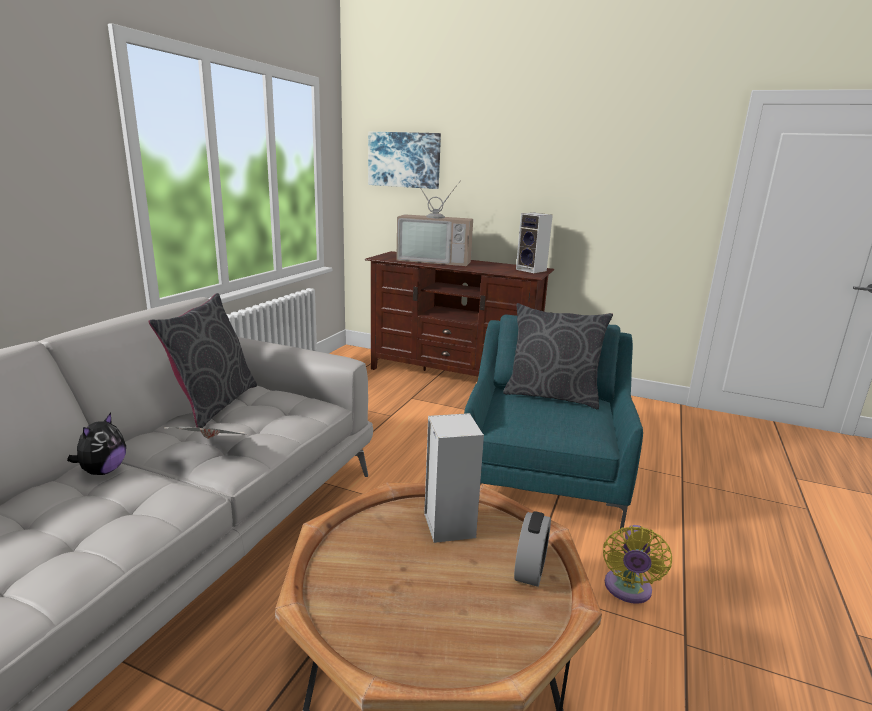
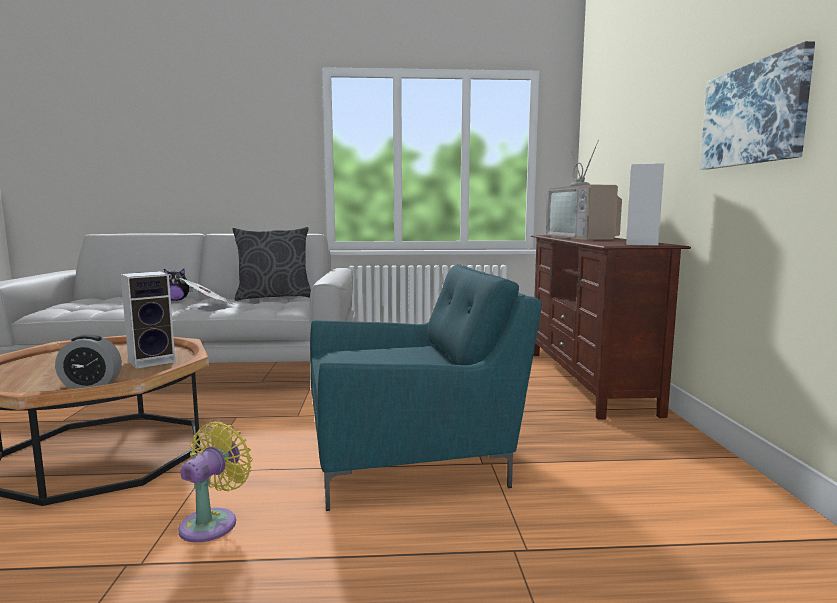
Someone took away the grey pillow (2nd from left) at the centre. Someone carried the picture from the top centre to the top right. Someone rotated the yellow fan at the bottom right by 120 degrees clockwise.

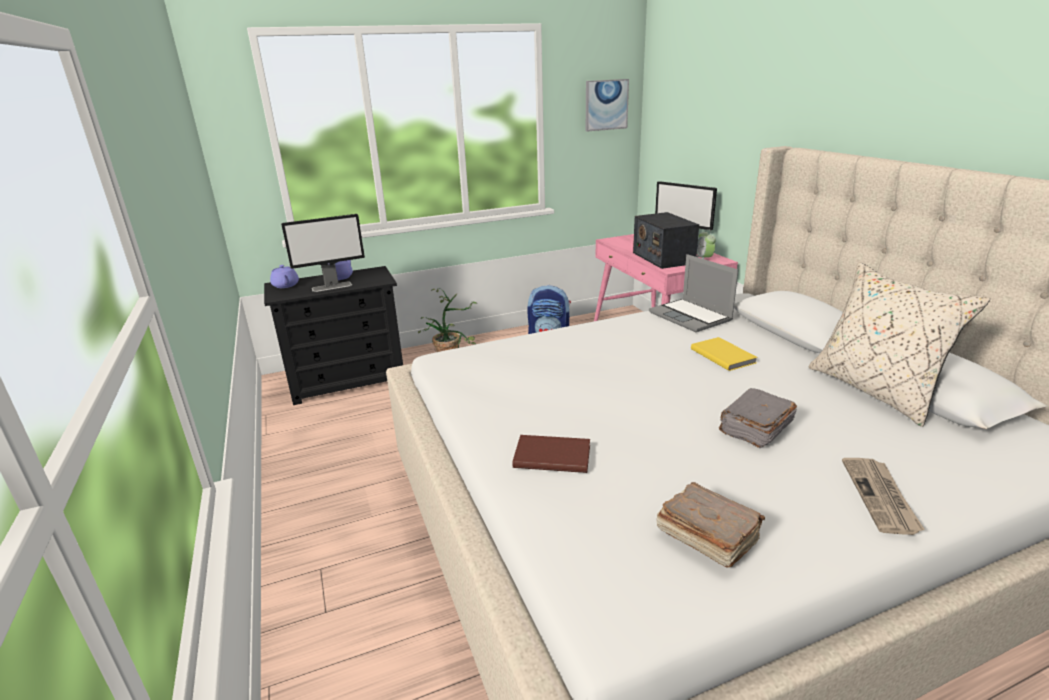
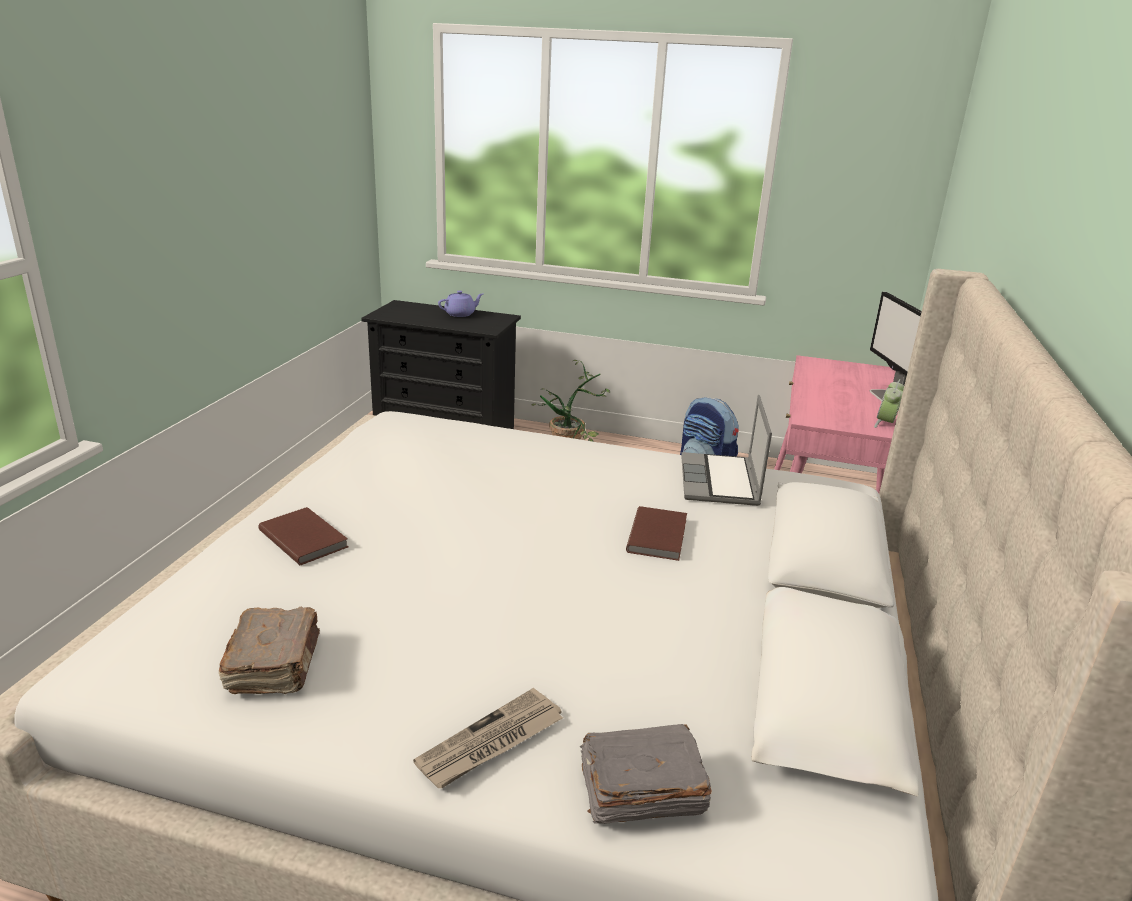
Someone took away the purple teapot (1st from left) at the middle left. Someone took away the monitor (1st from left) at the middle left. Someone took away the picture at the top centre. Someone took away the radio at the centre. Someone took away the beige pillow at the middle right. Someone carried the grey book from the middle right to the bottom centre. Someone repainted the yellow book at the middle right, which became the brown book (3rd from left) at the centre.

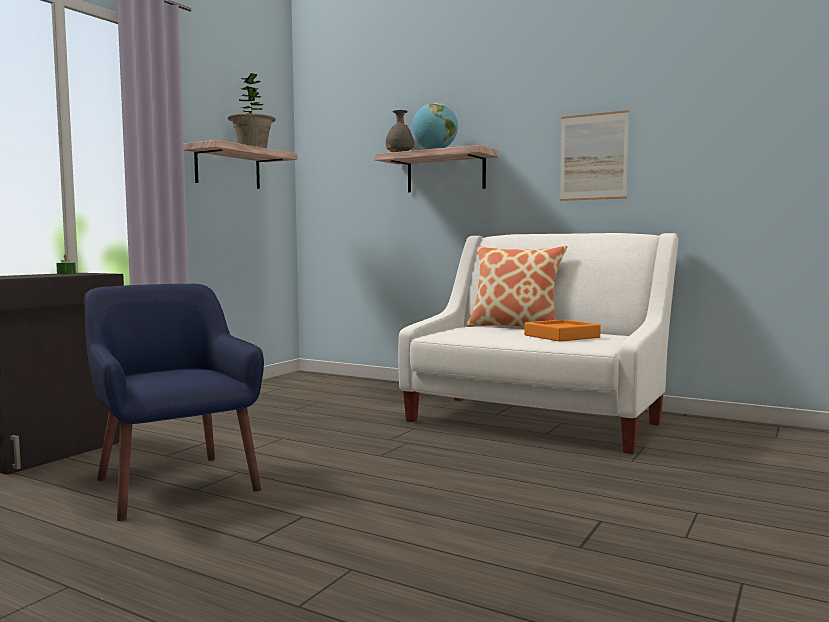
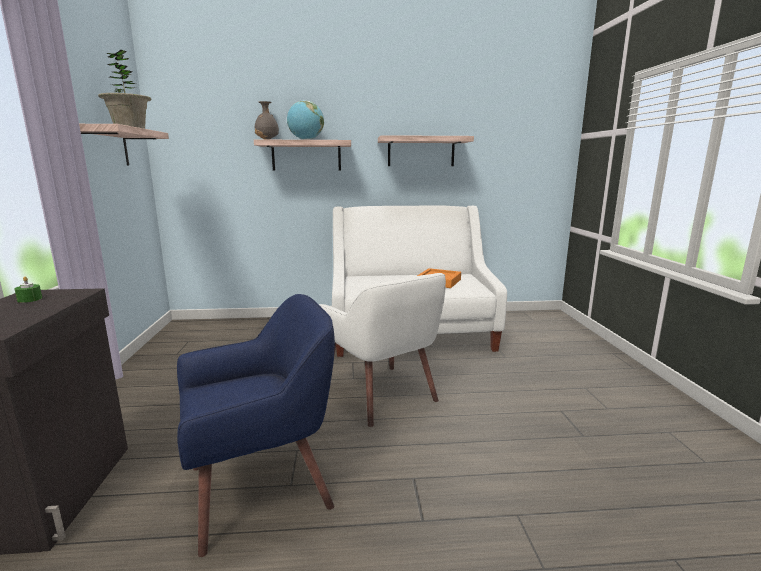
Someone took away the pillow at the centre. Someone put down the white armchair at the centre. Someone swapped the picture at the top right for the shelf (3rd from left) at the top centre. Someone rotated the blue armchair at the middle left by 135 degrees clockwise.

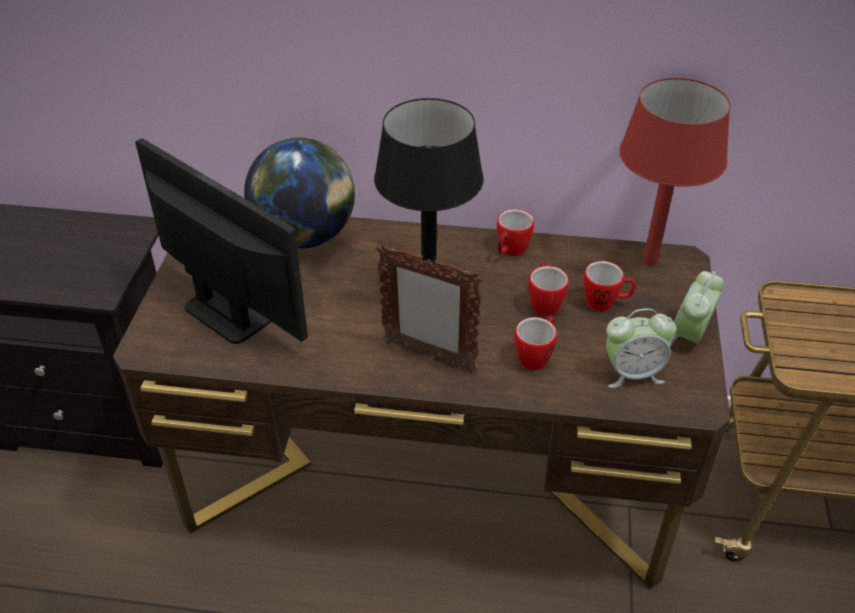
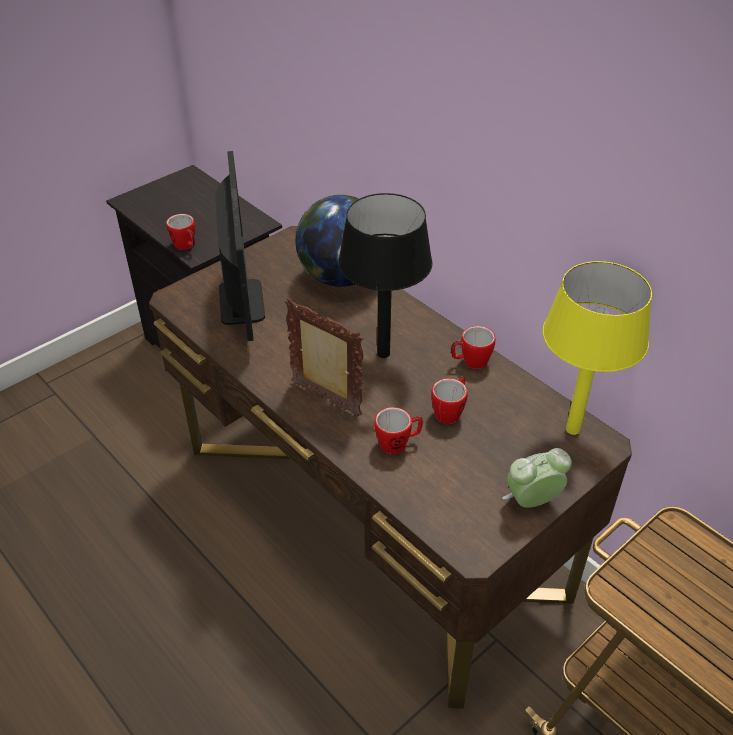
Someone took away the alarm clock (1st from left) at the middle right. Someone carried the mug (4th from left in the first image) from the middle right to the top left. Someone repainted the red table lamp at the top right, which became the yellow table lamp at the middle right. Someone rotated the picture frame at the centre by 150 degrees clockwise.

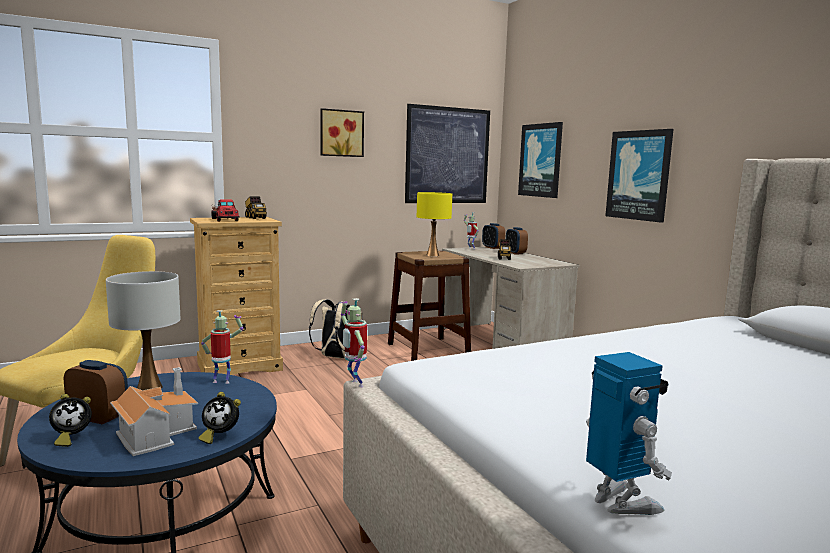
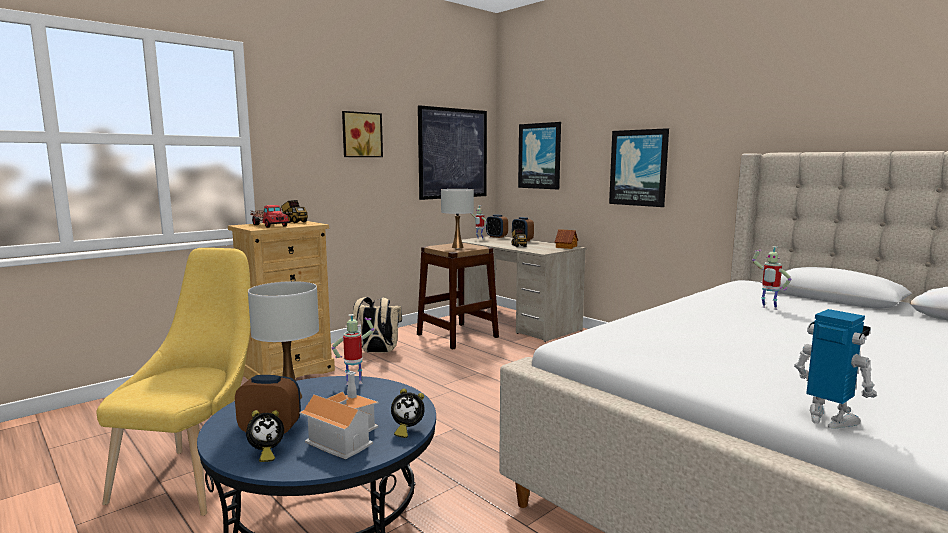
Someone put down the toy house (2nd from left) at the centre. Someone carried the toy robot (2nd from left in the first image) from the centre to the middle right. Someone repainted the yellow table lamp at the centre, which became the white table lamp (2nd from left) at the centre.

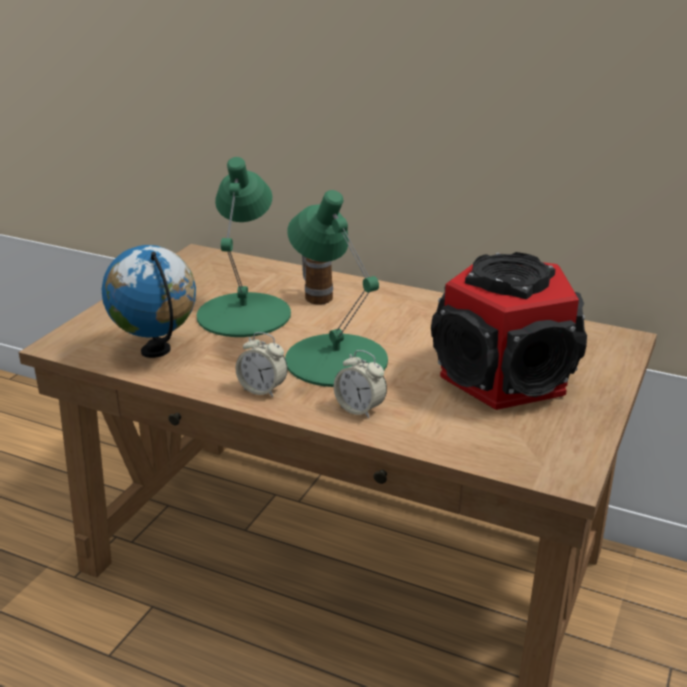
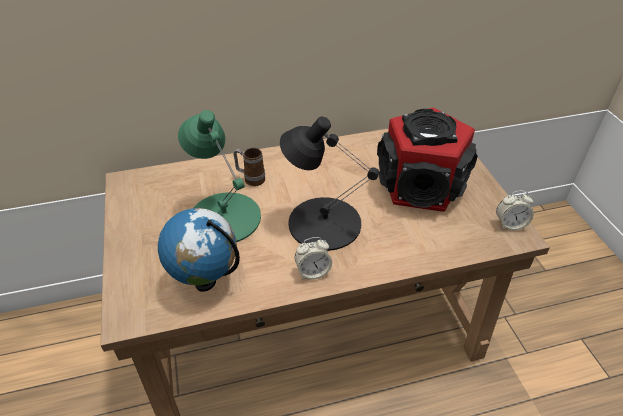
Someone carried the alarm clock (2nd from left) from the centre to the middle right. Someone repainted the green table lamp (2nd from left) at the centre, which became the black table lamp at the centre.

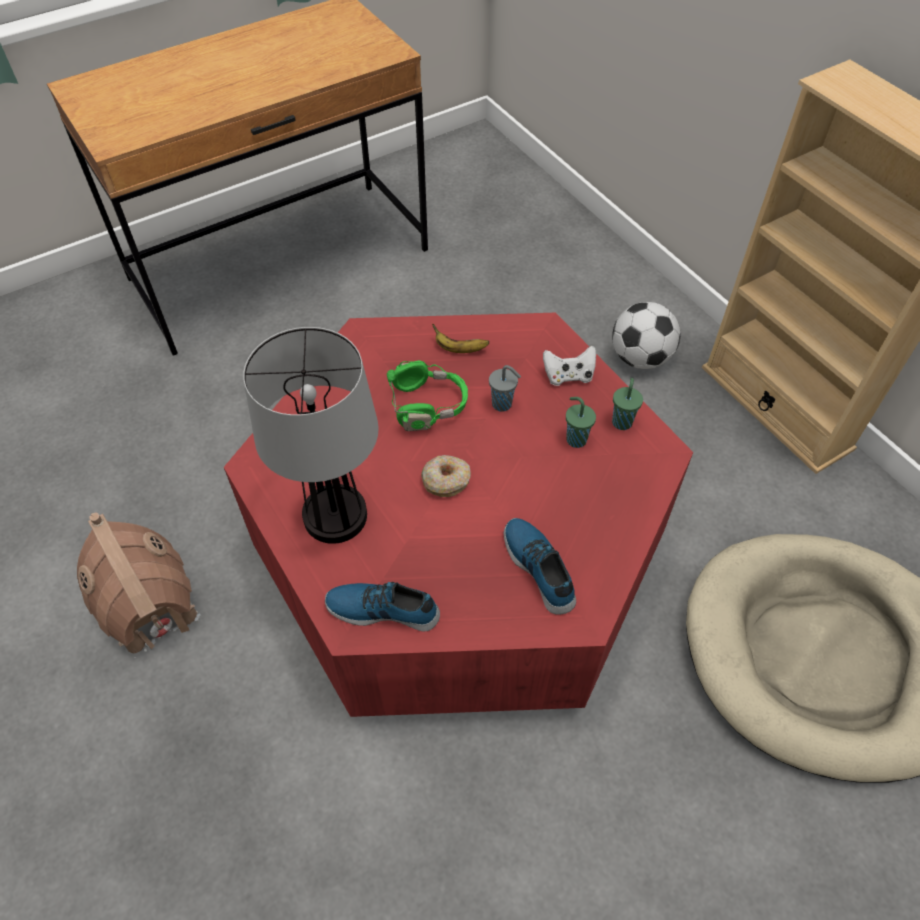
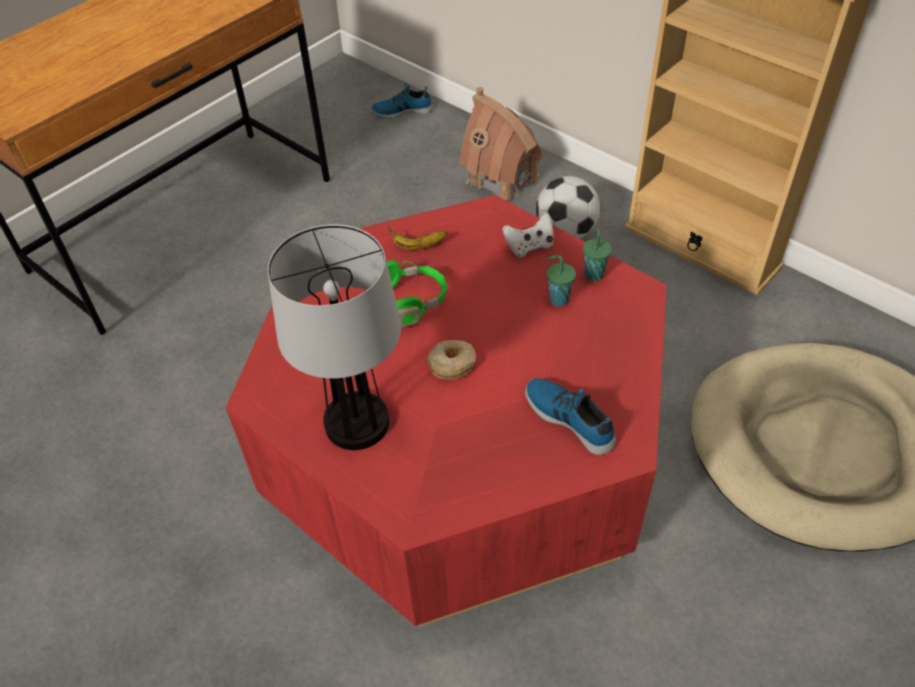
Someone took away the grey cup at the centre. Someone carried the toy house from the middle left to the top centre. Someone carried the shoe (1st from left) from the centre to the top centre.

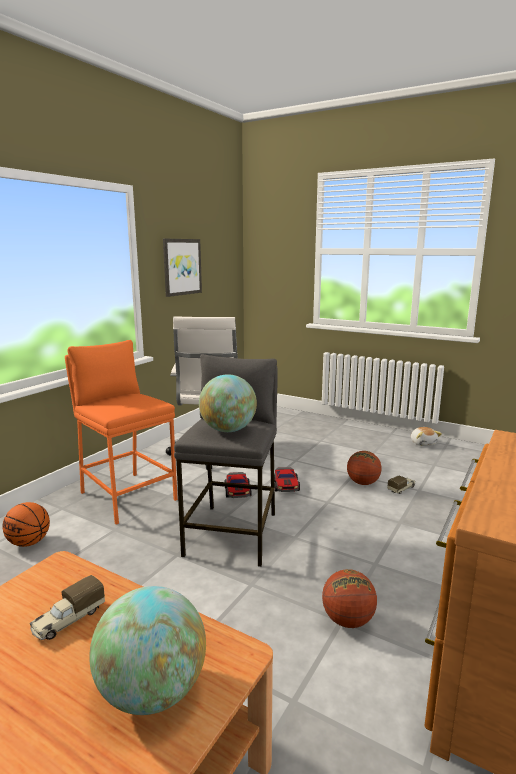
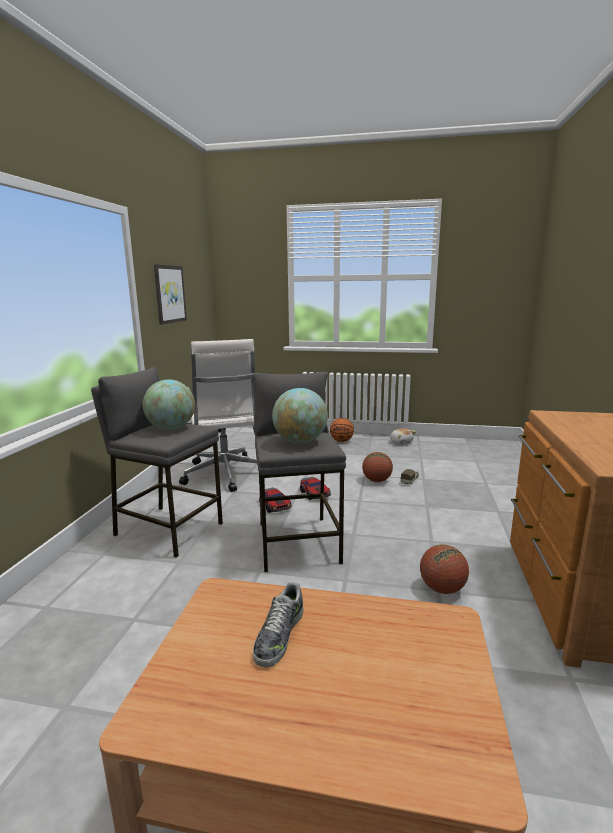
Someone carried the basketball (1st from left) from the bottom left to the centre. Someone carried the globe (1st from left) from the bottom left to the middle left. Someone swapped the toy truck (1st from left) at the bottom left for the shoe at the bottom centre. Someone repainted the orange stool at the middle left, which became the grey stool (1st from left) at the middle left.

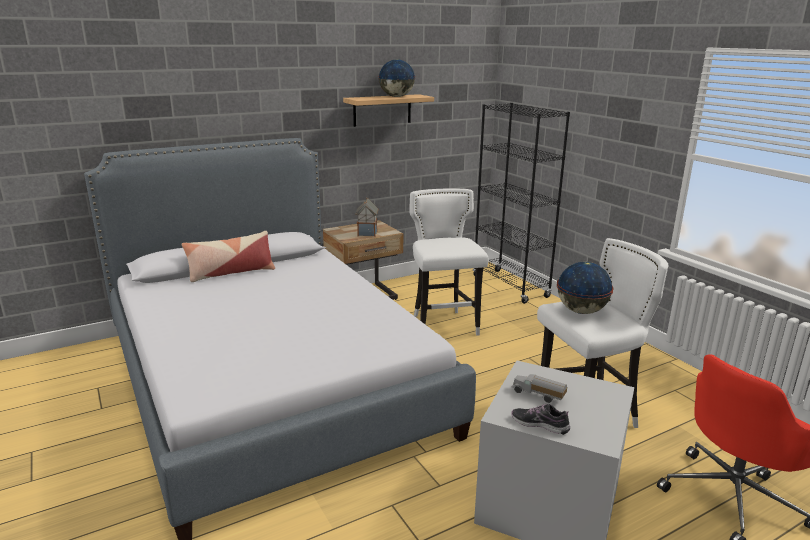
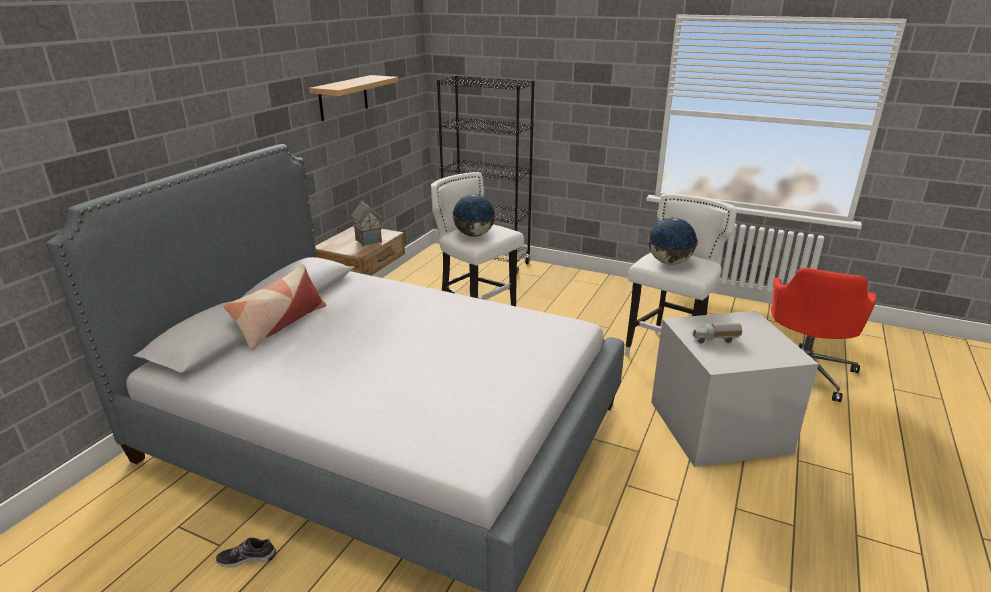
Someone carried the globe (1st from left) from the top centre to the centre. Someone carried the shoe from the bottom right to the bottom left.

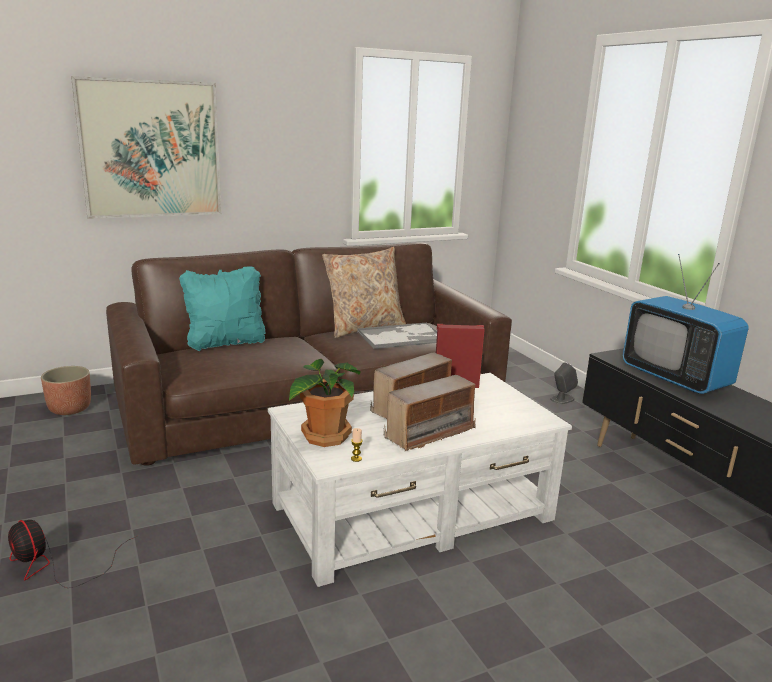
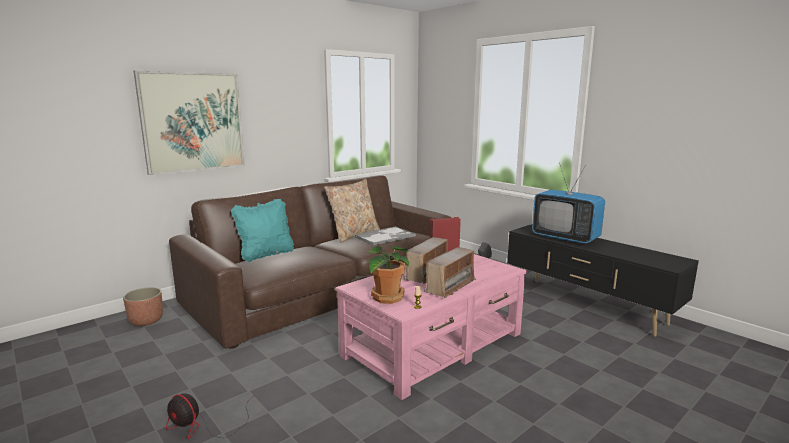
Someone repainted the white coffee table at the bottom centre, which became the pink coffee table at the bottom centre.

